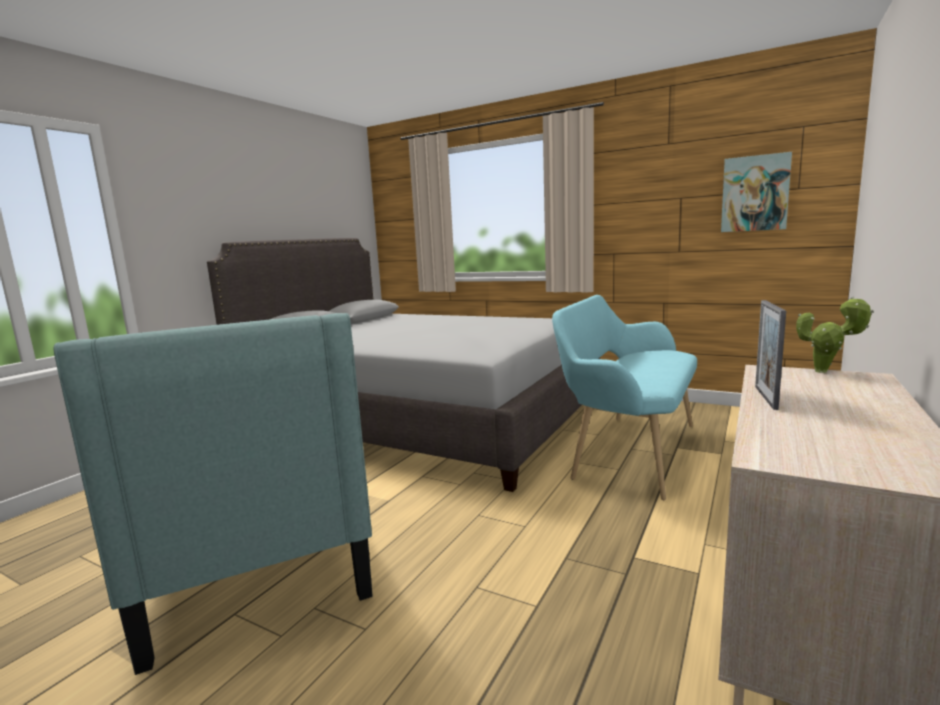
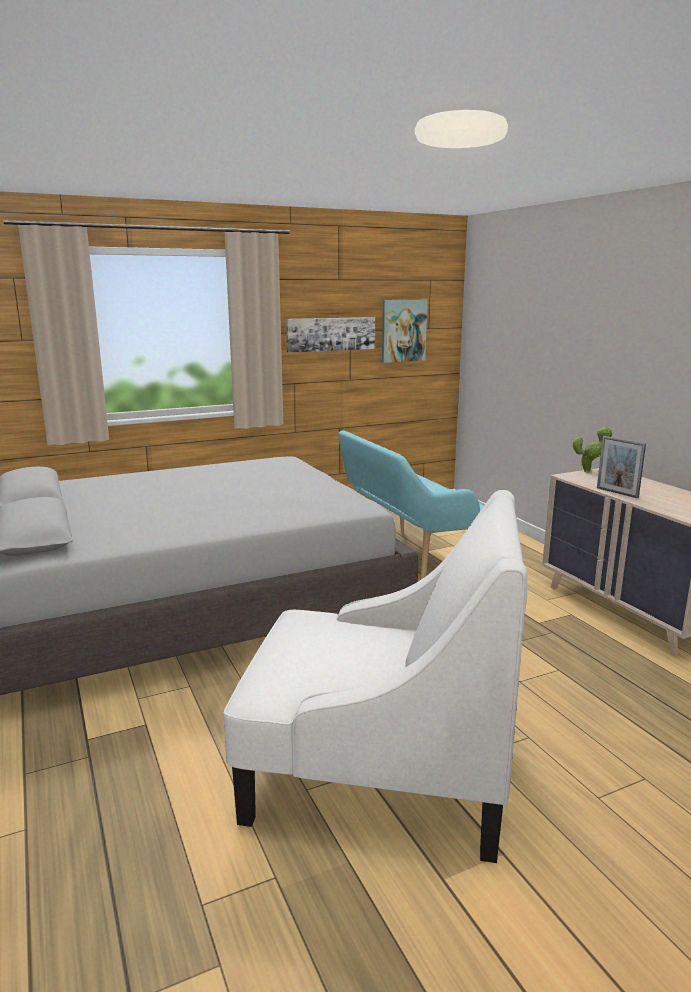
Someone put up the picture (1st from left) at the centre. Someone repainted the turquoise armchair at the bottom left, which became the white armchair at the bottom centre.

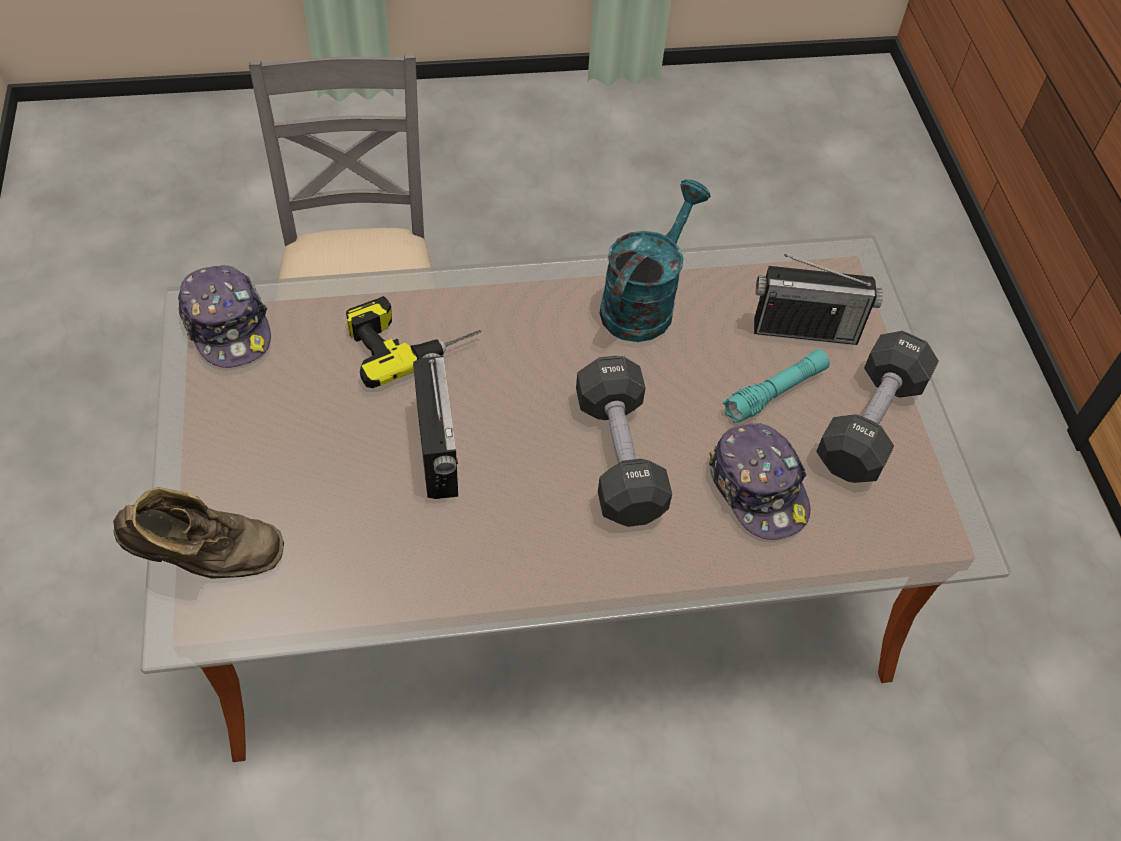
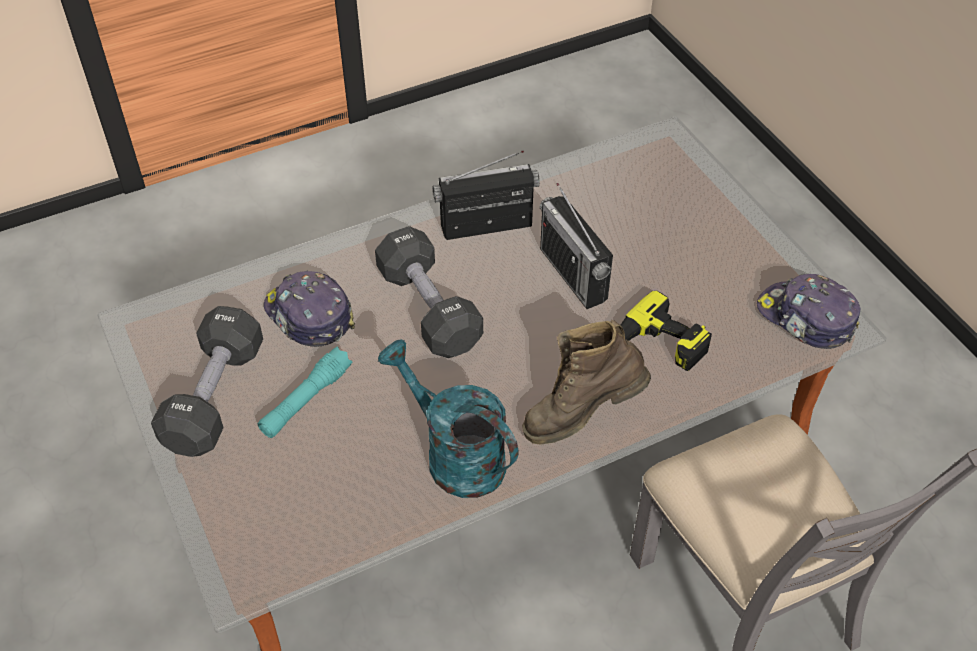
Someone carried the brown boot from the middle left to the centre. Someone carried the radio (2nd from left in the first image) from the middle right to the top centre. Someone rotated the turquoise watering can at the top centre by 120 degrees clockwise.

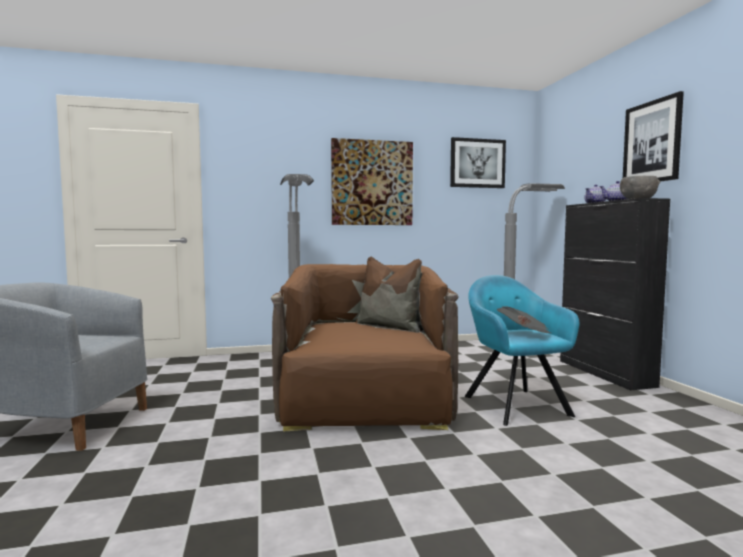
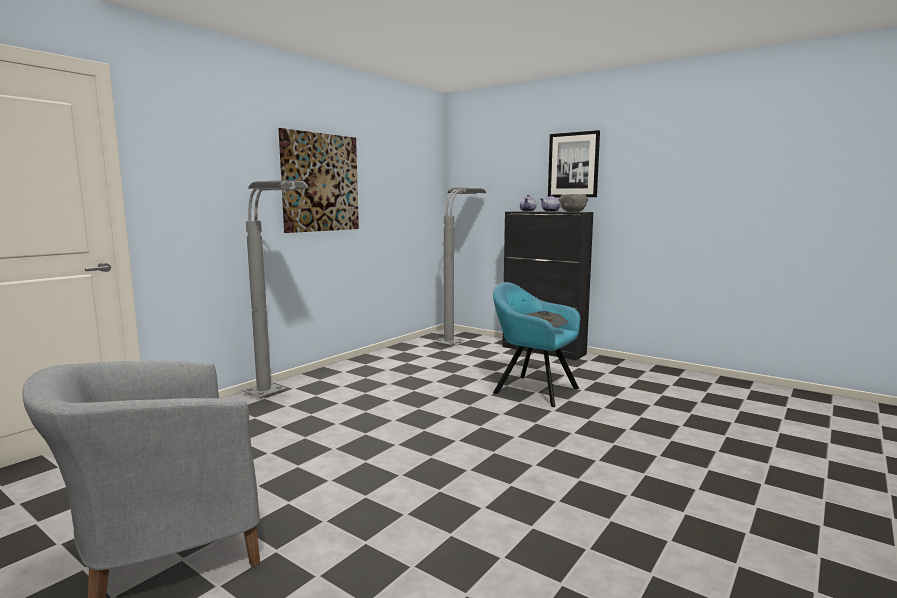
Someone took away the brown armchair at the centre. Someone took away the picture (2nd from left) at the top centre.

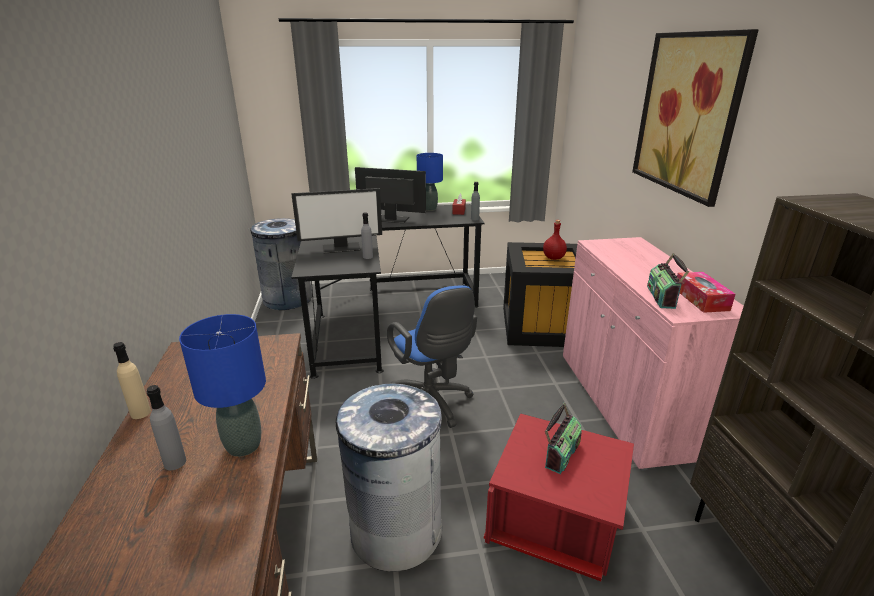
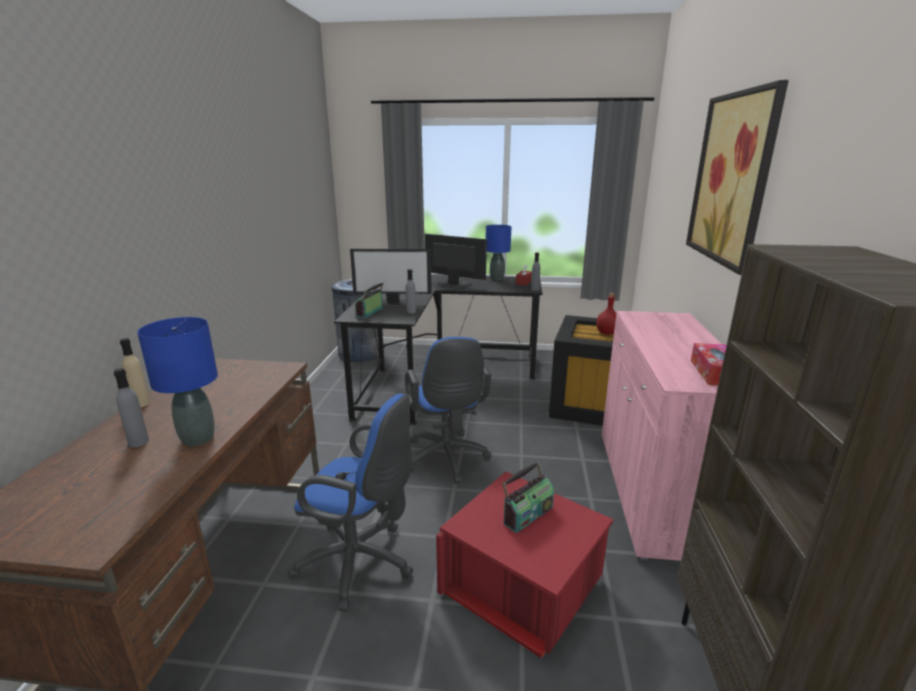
Someone carried the radio (2nd from left in the first image) from the middle right to the centre. Someone swapped the grey trash can (2nd from left) at the bottom centre for the blue office chair (1st from left) at the bottom centre.

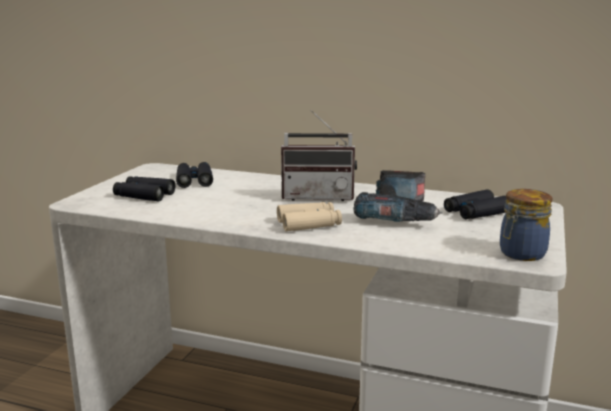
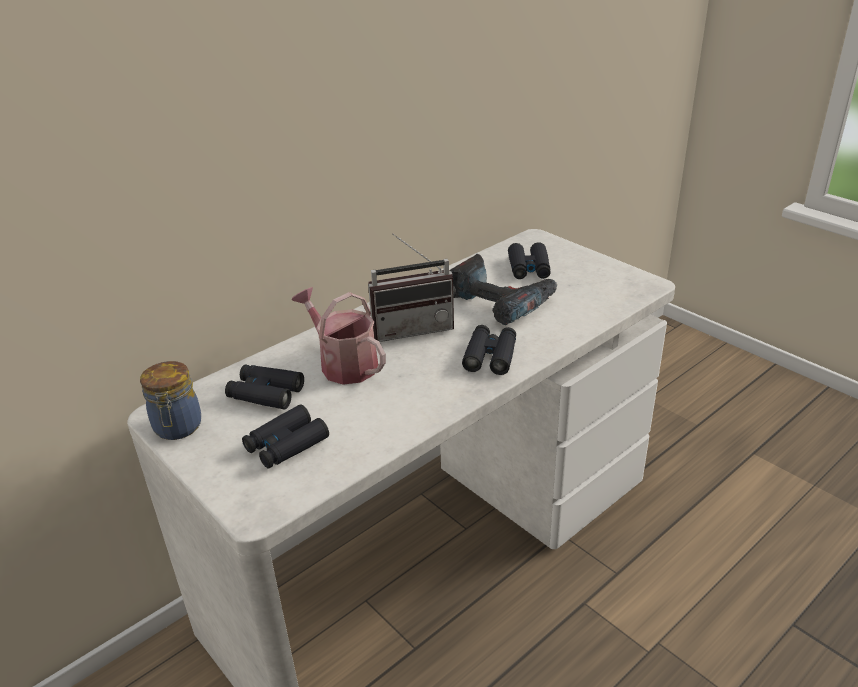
Someone put down the watering can at the centre. Someone carried the jar from the middle right to the middle left. Someone repainted the beige binoculars at the centre, which became the black binoculars (3rd from left) at the centre. Someone rotated the radio at the centre by 45 degrees clockwise.

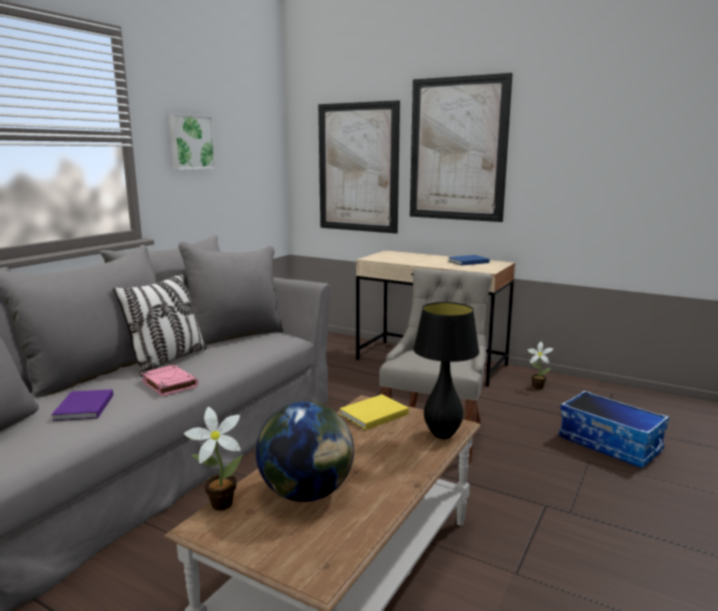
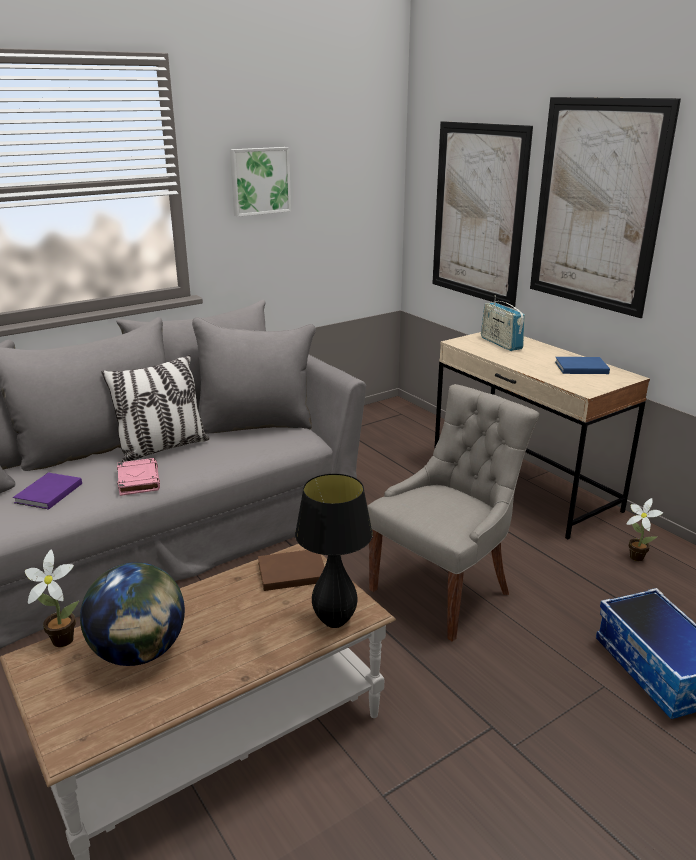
Someone put down the radio at the middle right. Someone repainted the yellow book at the bottom centre, which became the brown book at the centre.

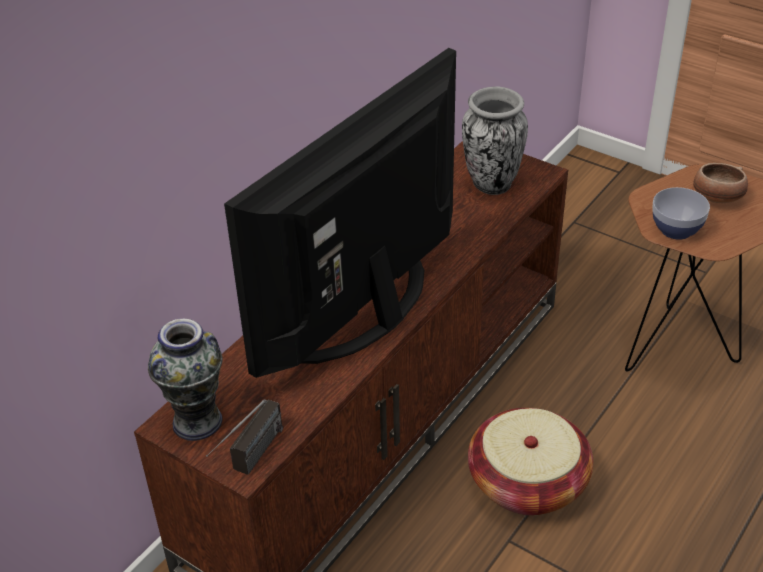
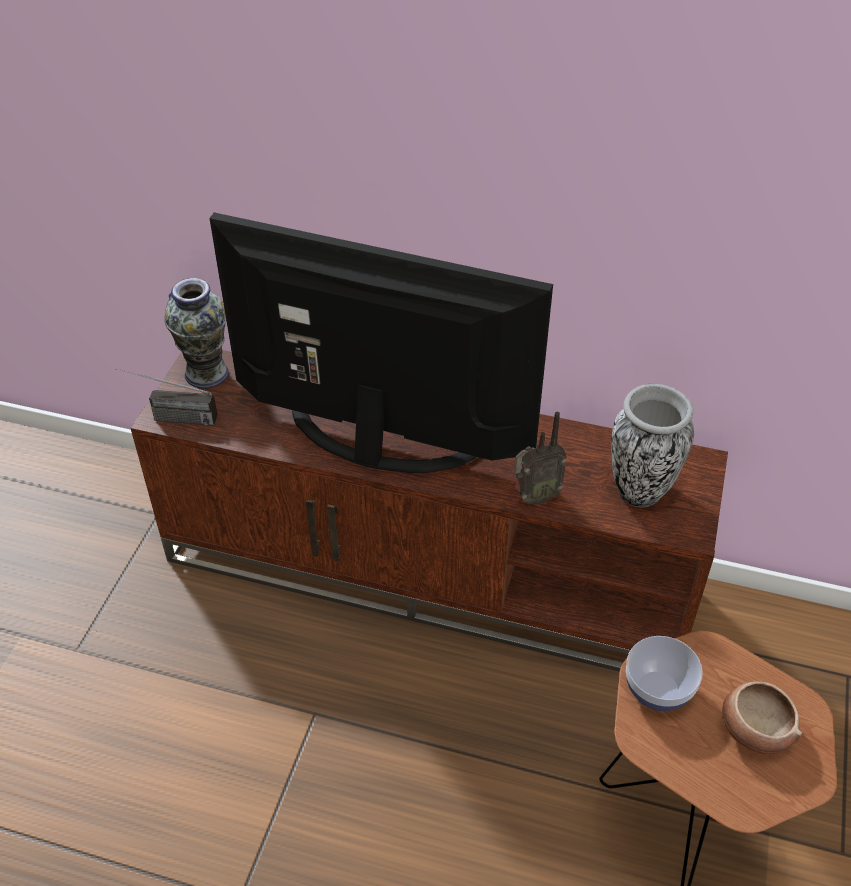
Someone took away the basket at the bottom right. Someone put down the radio (2nd from left) at the centre.

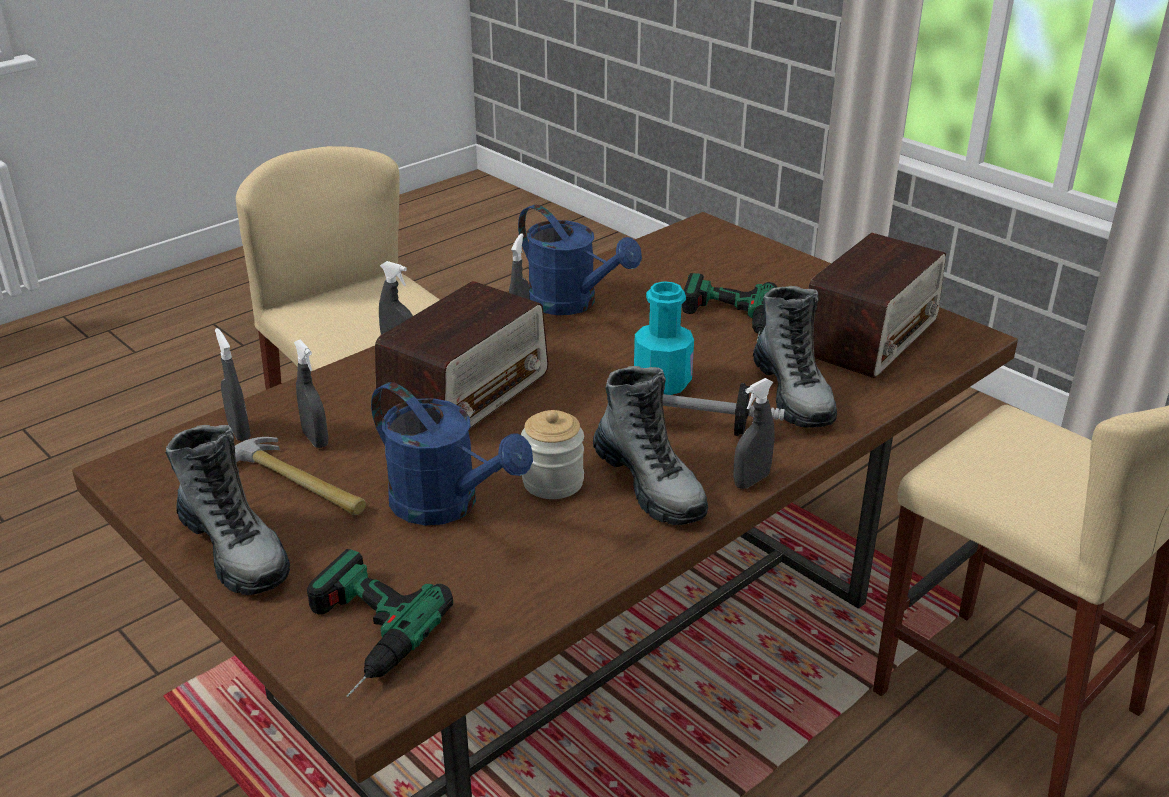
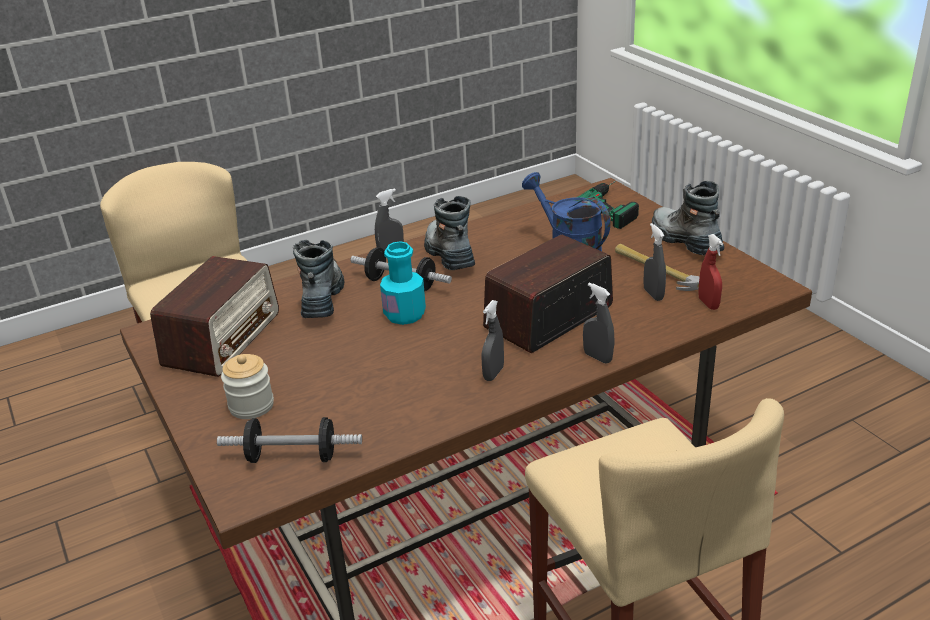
Someone took away the blue watering can (2nd from left) at the top centre. Someone took away the power drill (2nd from left) at the centre. Someone put down the dumbbell (1st from left) at the bottom left. Someone carried the jar from the centre to the middle left. Someone repainted the grey spray bottle (1st from left) at the middle left, which became the red spray bottle at the middle right. Someone rotated the radio (2nd from left in the first image) at the middle right by 150 degrees clockwise.

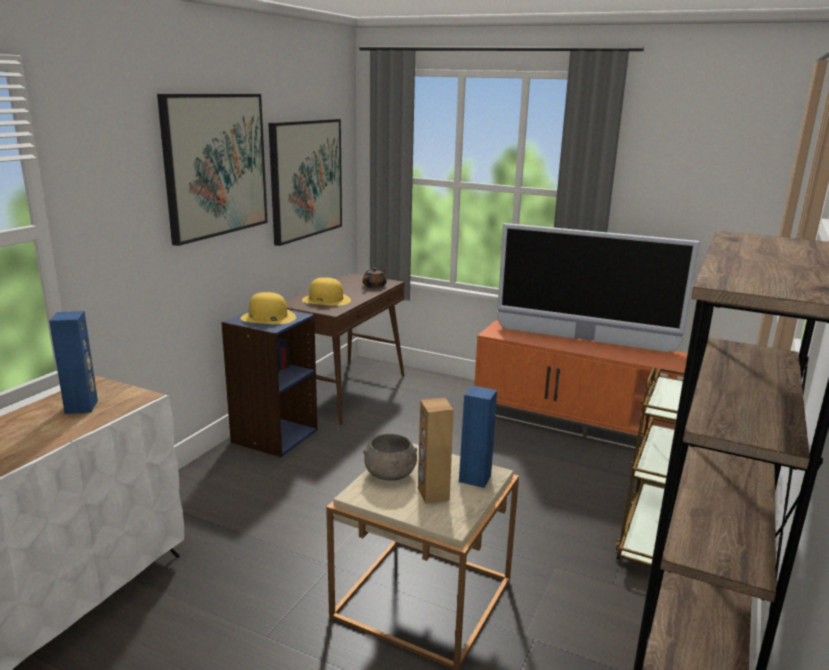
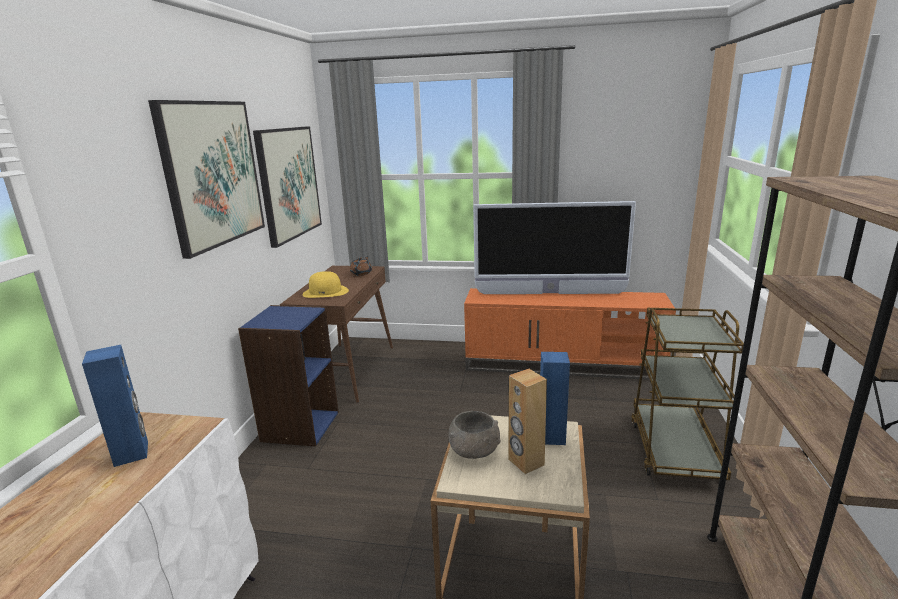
Someone took away the yellow hat (1st from left) at the middle left.

